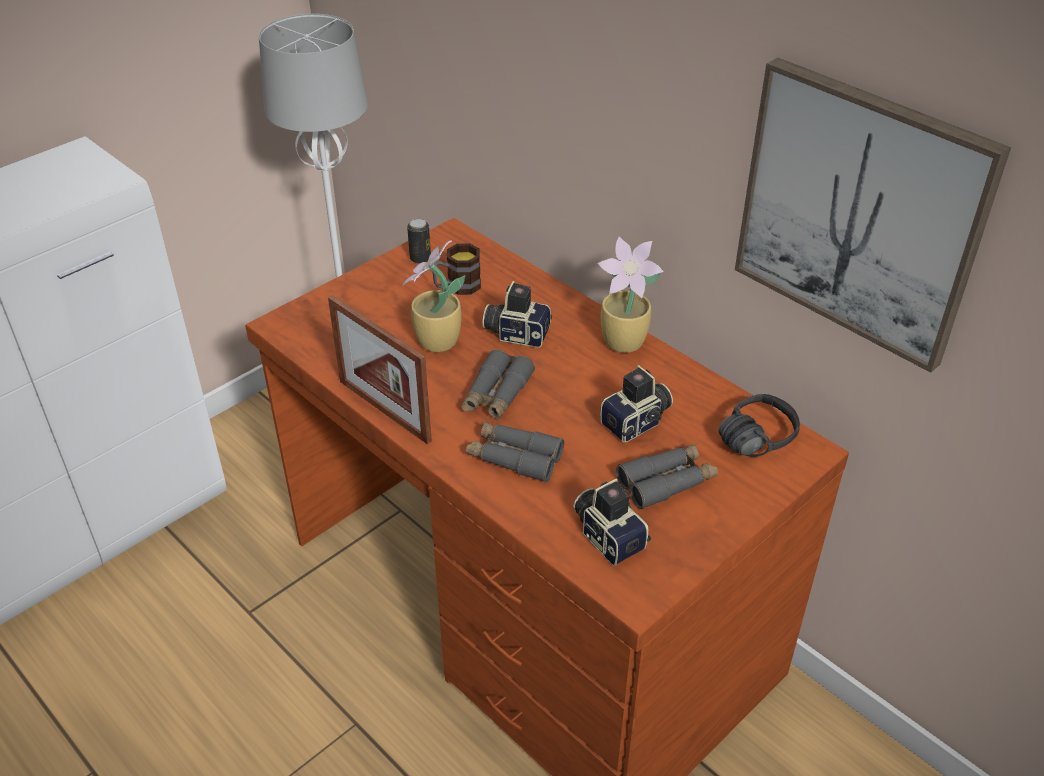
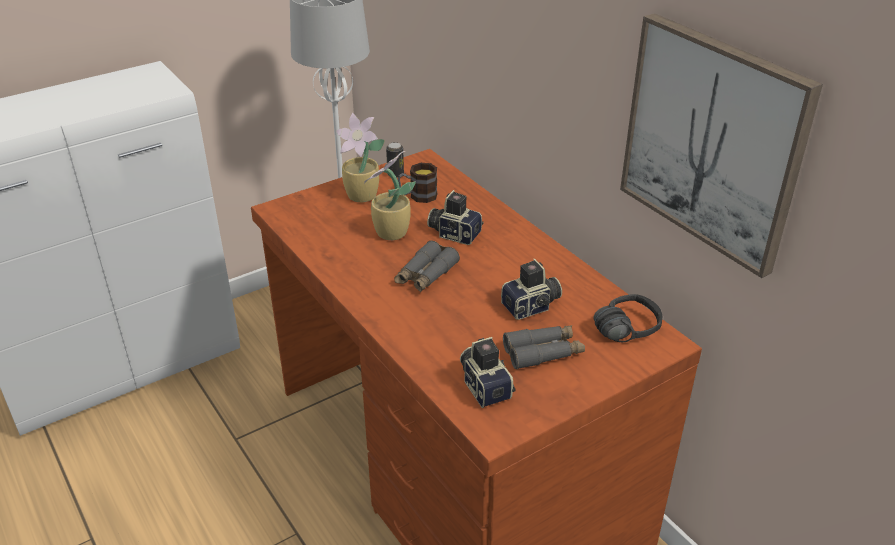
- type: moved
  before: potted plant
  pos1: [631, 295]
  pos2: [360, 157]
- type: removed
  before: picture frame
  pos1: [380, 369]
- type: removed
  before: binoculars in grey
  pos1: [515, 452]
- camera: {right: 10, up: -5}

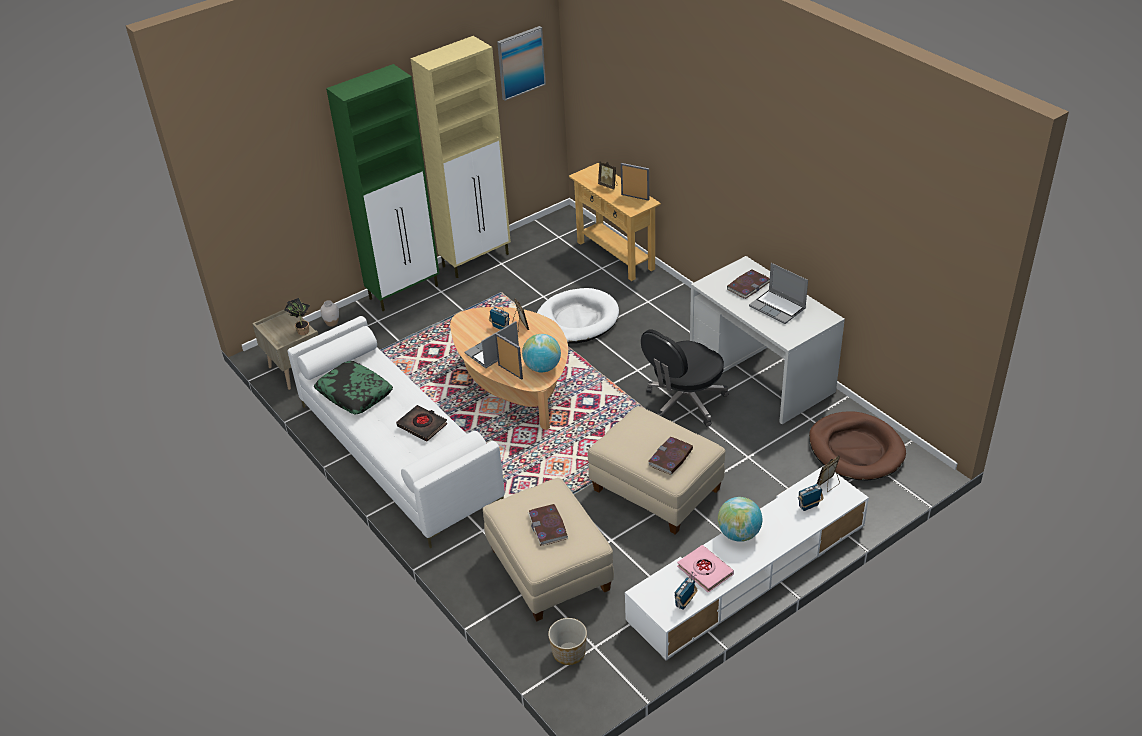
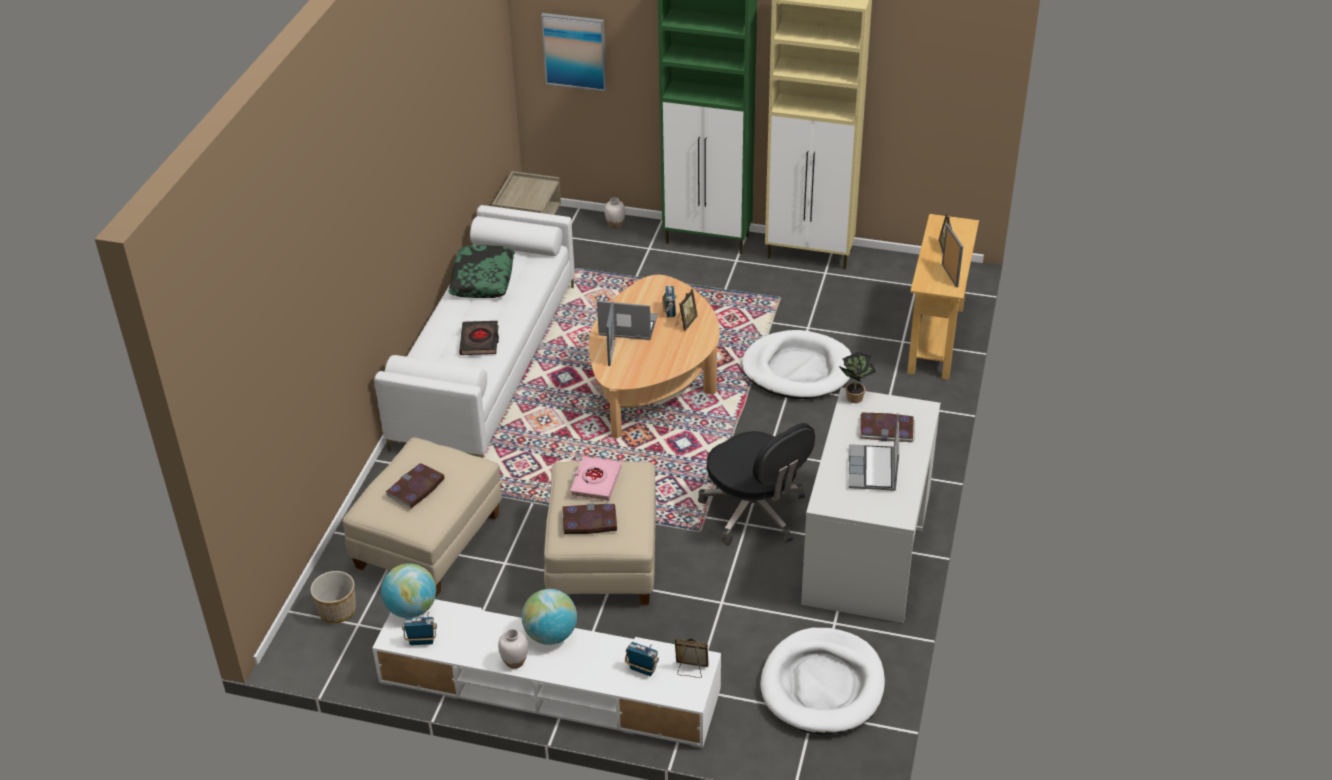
- type: moved
  before: globe
  pos1: [541, 353]
  pos2: [408, 590]
- type: added
  after: vase in white
  pos2: [513, 649]
- type: moved
  before: picture
  pos1: [521, 63]
  pos2: [574, 52]
- type: moved
  before: book in pink
  pos1: [705, 568]
  pos2: [596, 479]
- type: turned
  before: office chair in black
  pos1: [685, 378]
  pos2: [756, 484]
  turn: -135
- type: recoloured
  before: dog bed in brown
  after: dog bed in white
  pos1: [857, 445]
  pos2: [822, 681]
- type: moved
  before: potted plant
  pos1: [297, 316]
  pos2: [857, 377]
- camera: {right: 50, up: 0}

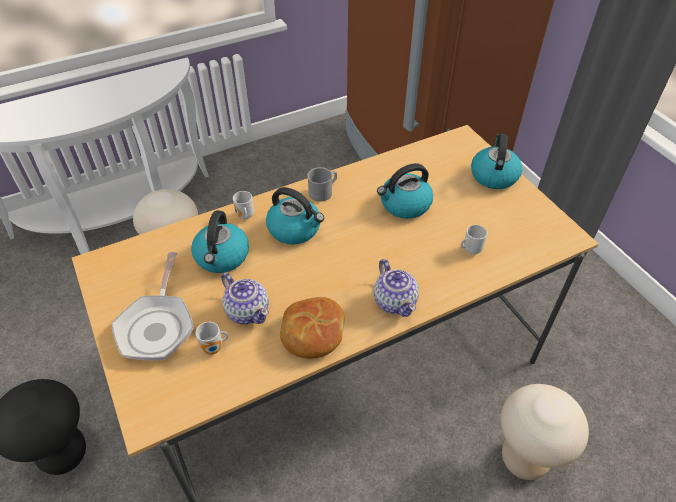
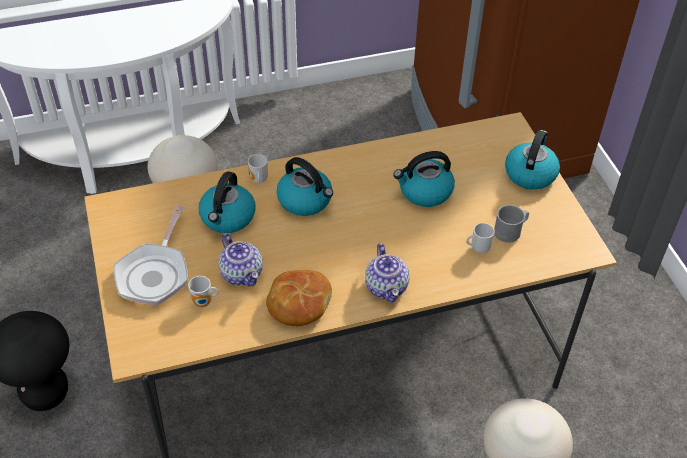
- type: moved
  before: mug in grey
  pos1: [322, 184]
  pos2: [511, 224]
- camera: {right: 10, up: 0}

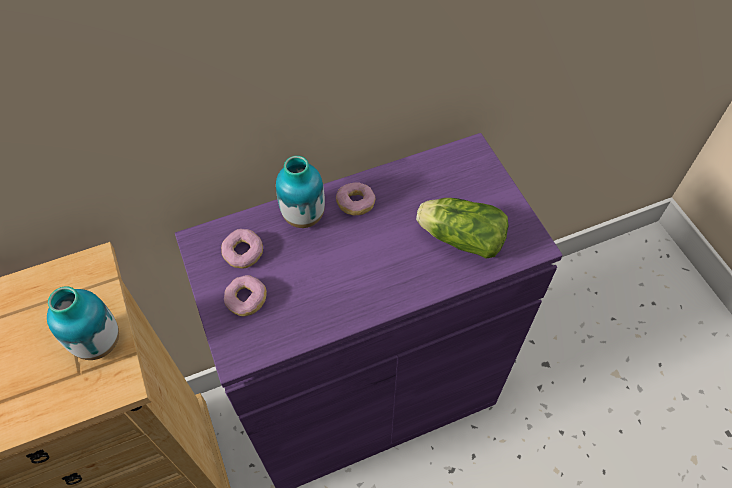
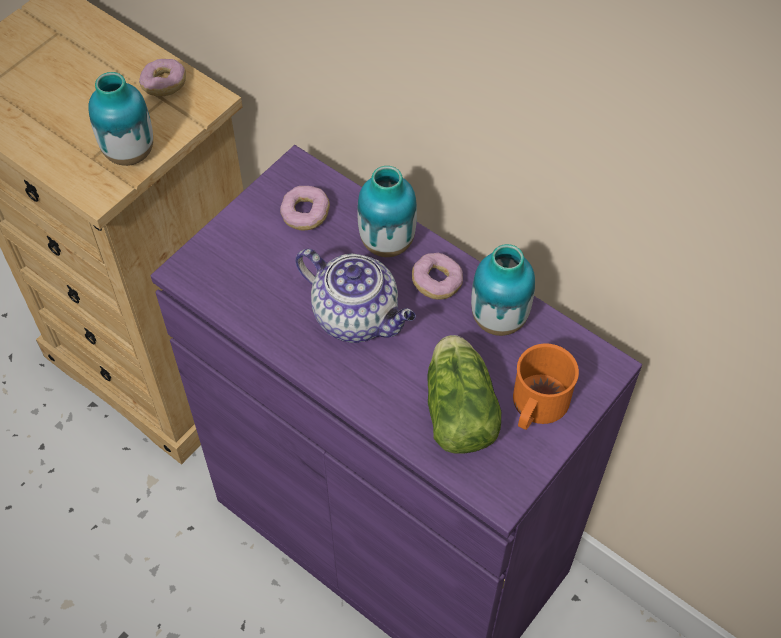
- type: moved
  before: donut
  pos1: [245, 295]
  pos2: [162, 77]
- type: added
  after: teapot
  pos2: [355, 296]
- type: added
  after: vase
  pos2: [503, 290]
- type: added
  after: mug in orange
  pos2: [546, 386]
- camera: {right: 60, up: 0}

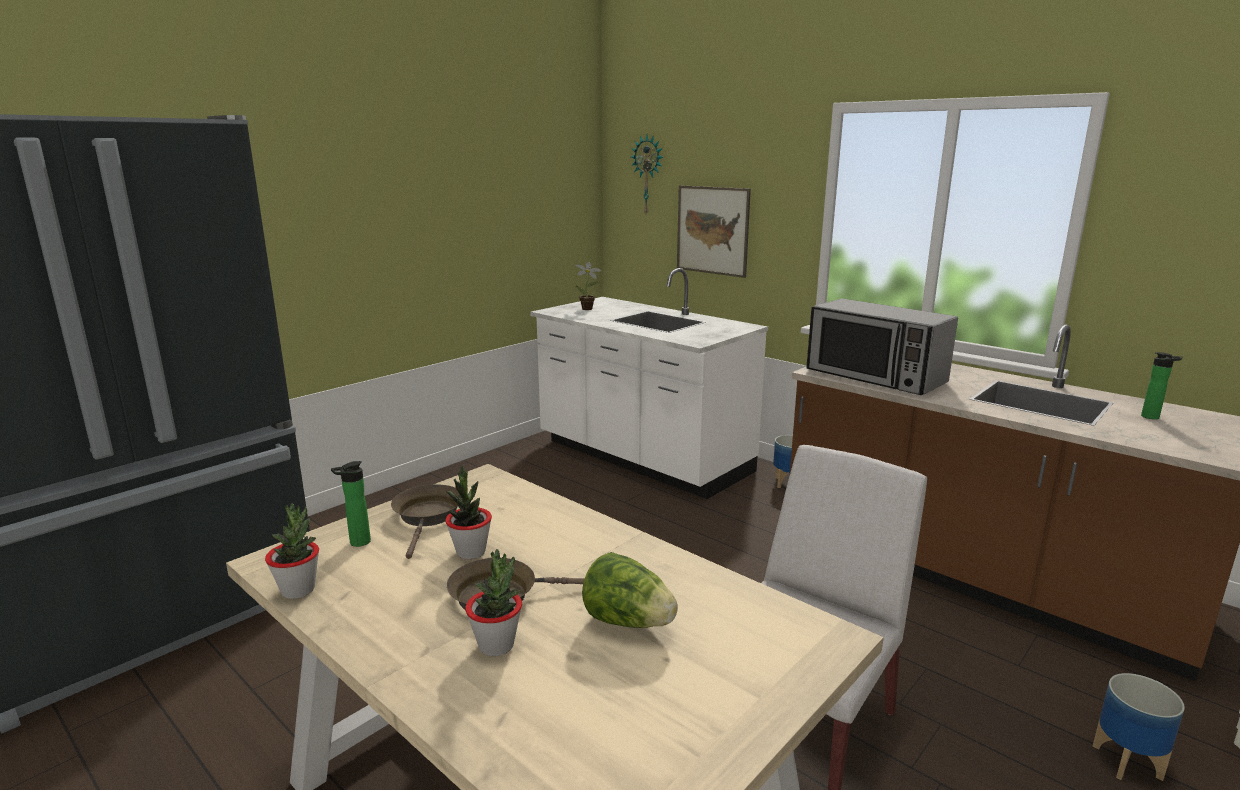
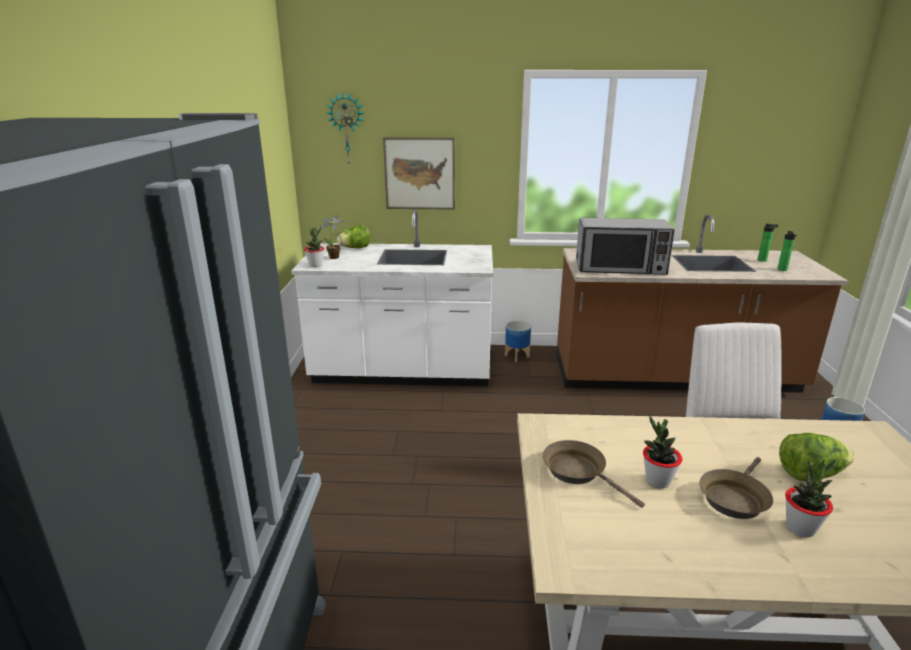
- type: moved
  before: potted plant
  pos1: [292, 551]
  pos2: [314, 247]
- type: added
  after: lettuce
  pos2: [354, 236]
- type: moved
  before: bottle
  pos1: [351, 504]
  pos2: [787, 251]
- camera: {right: -40, up: 5}

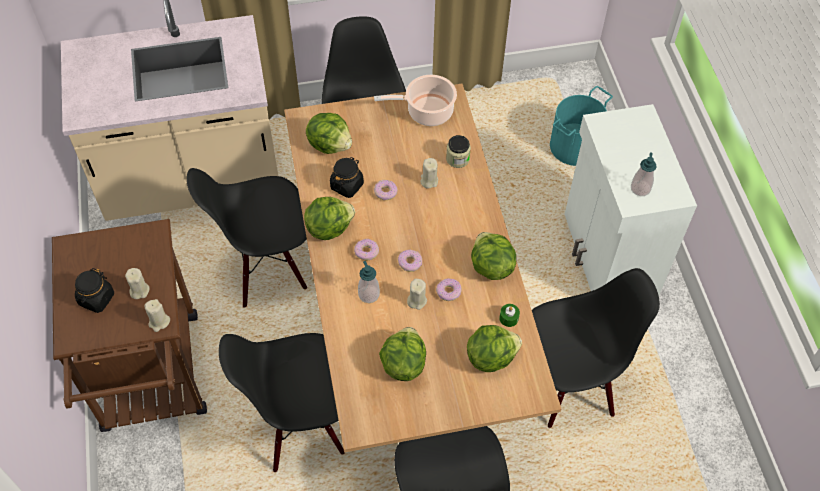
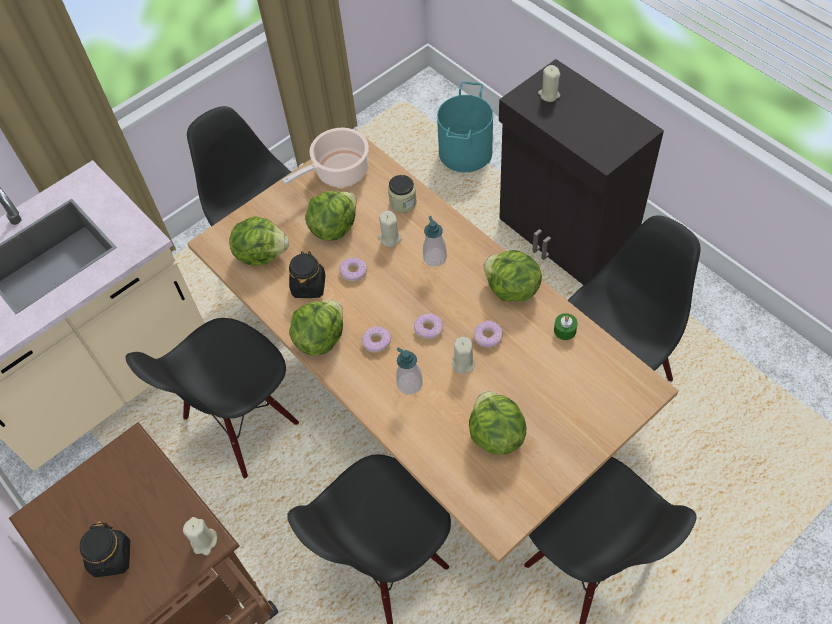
- type: moved
  before: lettuce
  pos1: [494, 348]
  pos2: [330, 216]
- type: moved
  before: soap dispenser
  pos1: [644, 174]
  pos2: [435, 241]
- type: recoloured
  before: cabinet in white
  after: cabinet in black
  pos1: [630, 199]
  pos2: [581, 172]
- type: moved
  before: candle in beige
  pos1: [137, 283]
  pos2: [549, 83]
- camera: {right: -25, up: 0}

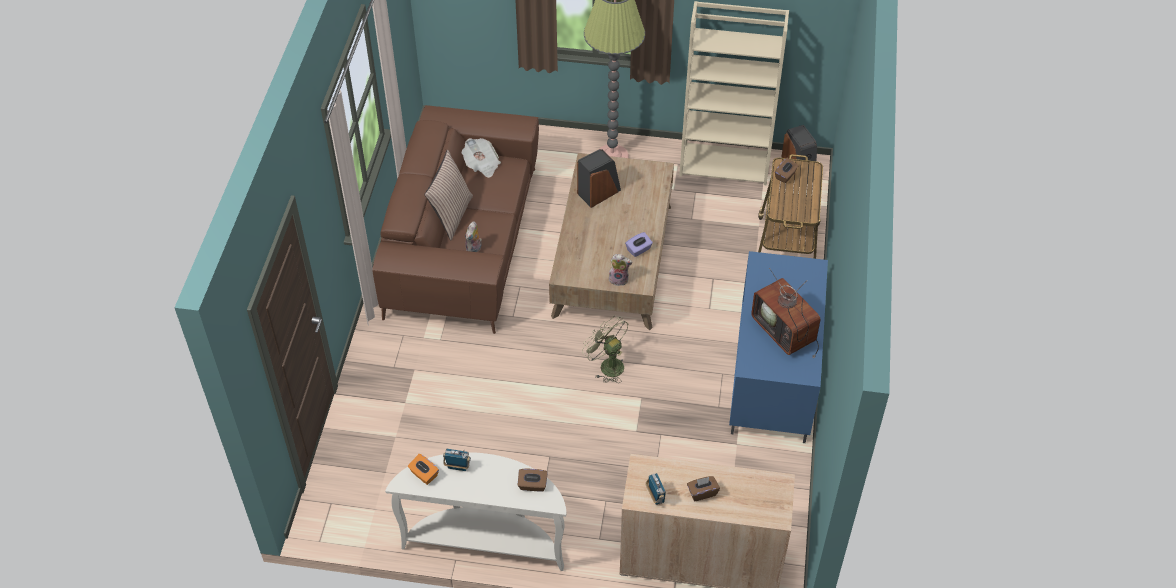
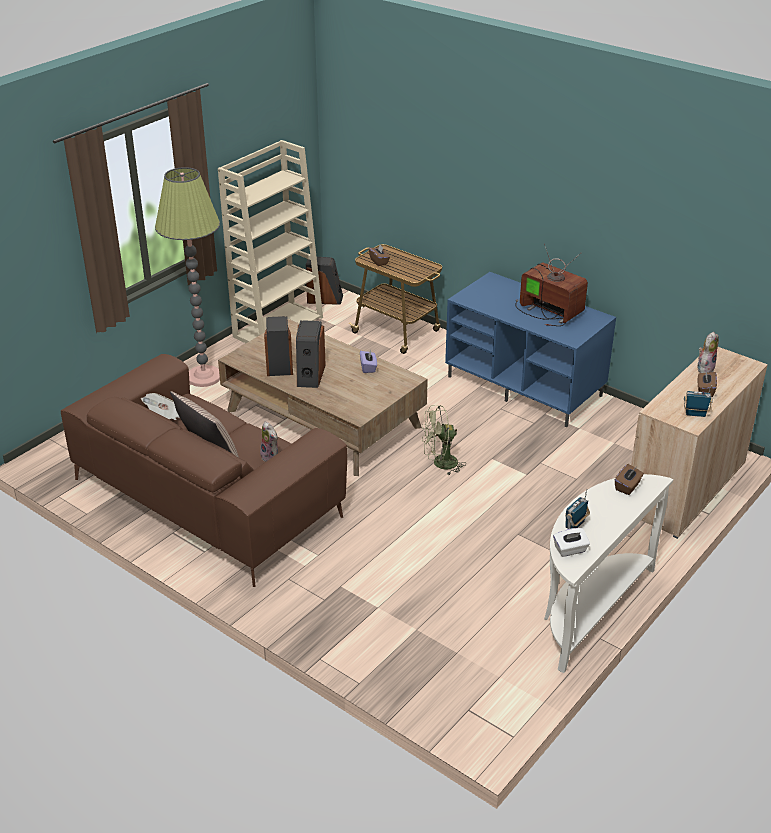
- type: added
  after: speaker
  pos2: [311, 354]
- type: turned
  before: television
  pos1: [785, 313]
  pos2: [551, 285]
  turn: -135
- type: recoloured
  before: tissue box in orange
  after: tissue box in white
  pos1: [423, 469]
  pos2: [571, 542]
- type: moved
  before: plush toy
  pos1: [621, 270]
  pos2: [708, 352]
- camera: {right: -60, up: -15}

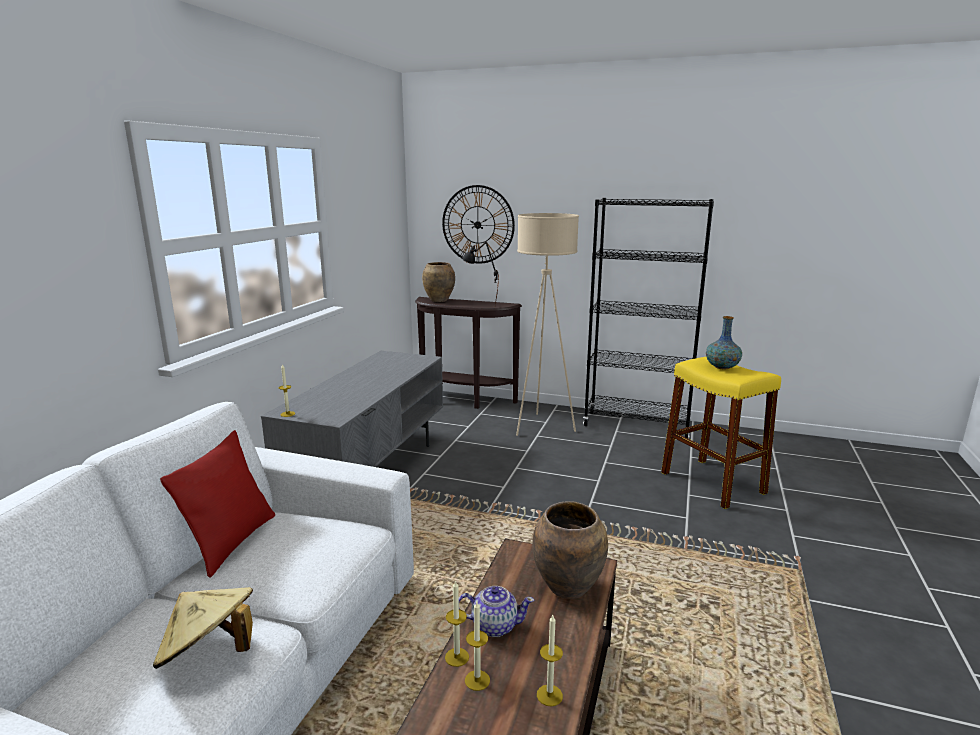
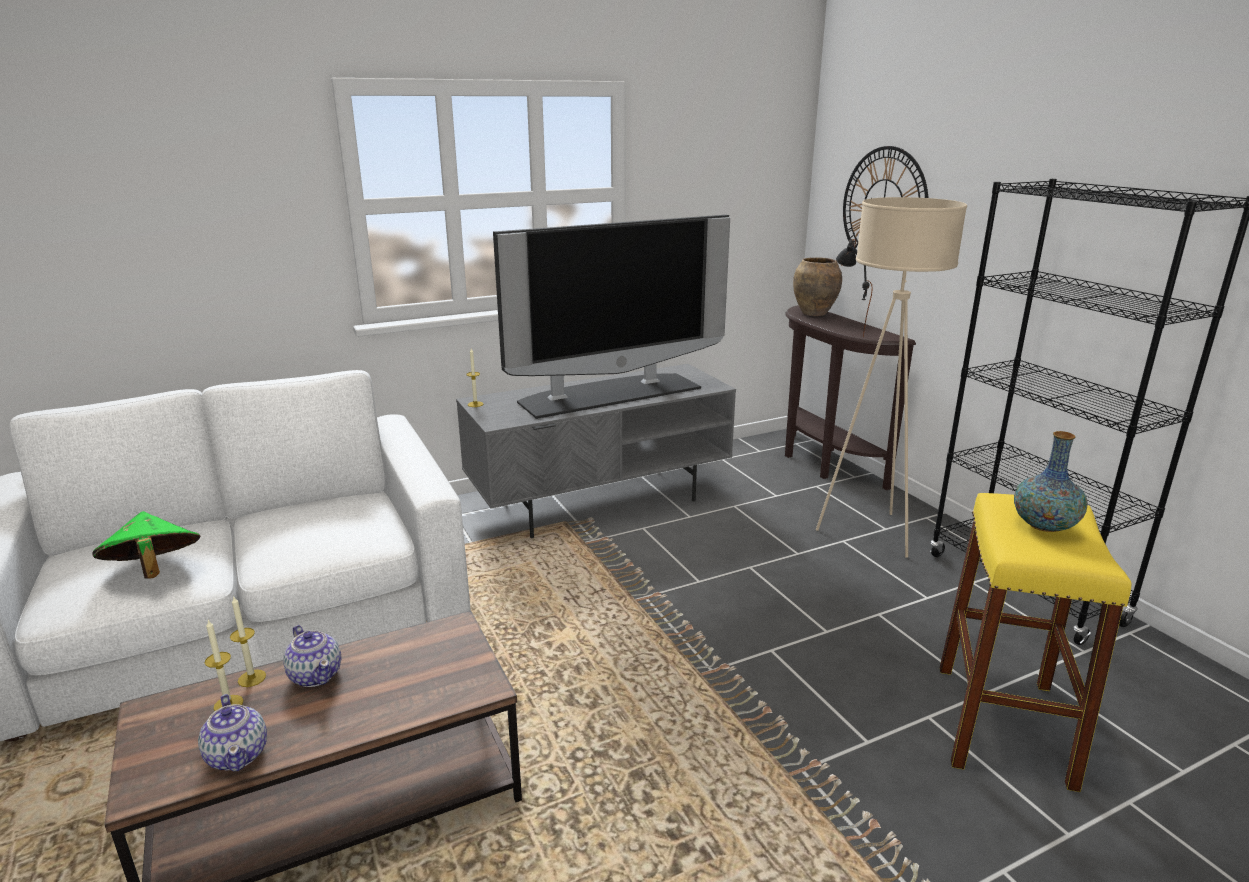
- type: recoloured
  before: hat in beige
  after: hat in green
  pos1: [203, 628]
  pos2: [146, 545]
- type: replaced
  before: candle
  after: teapot
  pos1: [550, 660]
  pos2: [232, 732]
- type: added
  after: television
  pos2: [611, 317]
- type: removed
  before: pillow in red
  pos1: [217, 504]
- type: removed
  before: vase in brown
  pos1: [570, 550]
- camera: {right: 45, up: 5}

